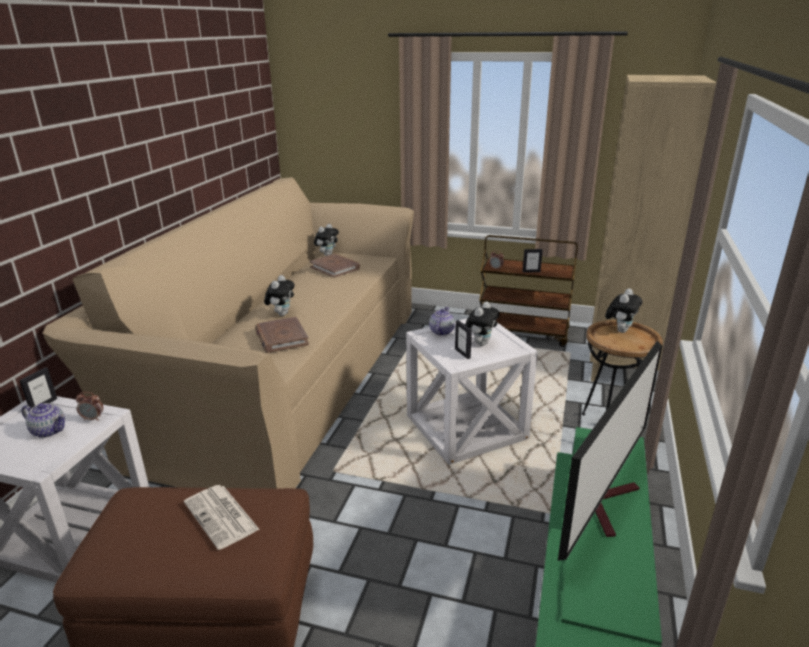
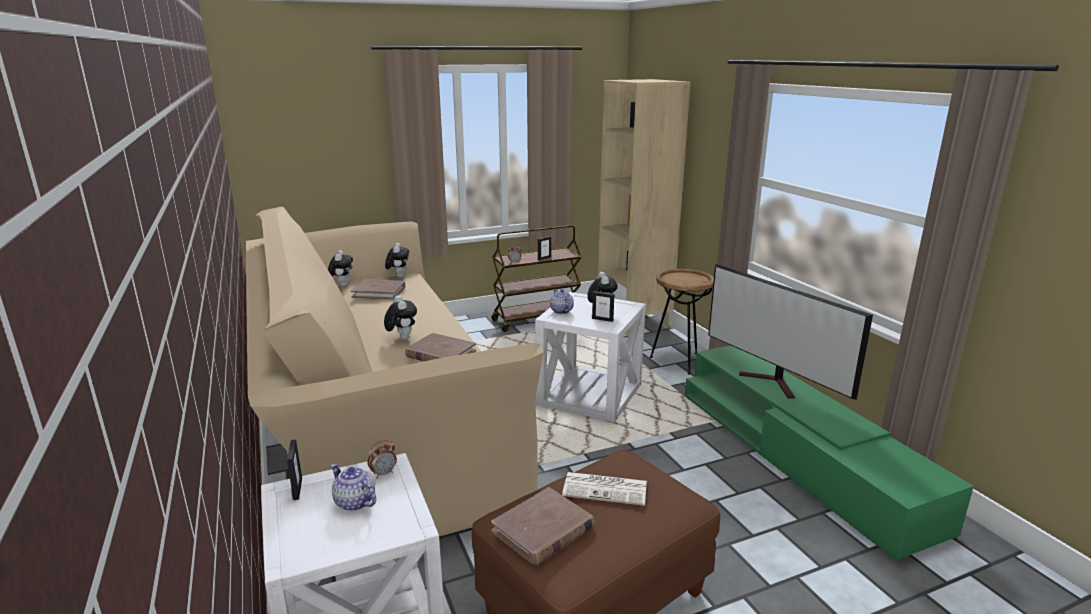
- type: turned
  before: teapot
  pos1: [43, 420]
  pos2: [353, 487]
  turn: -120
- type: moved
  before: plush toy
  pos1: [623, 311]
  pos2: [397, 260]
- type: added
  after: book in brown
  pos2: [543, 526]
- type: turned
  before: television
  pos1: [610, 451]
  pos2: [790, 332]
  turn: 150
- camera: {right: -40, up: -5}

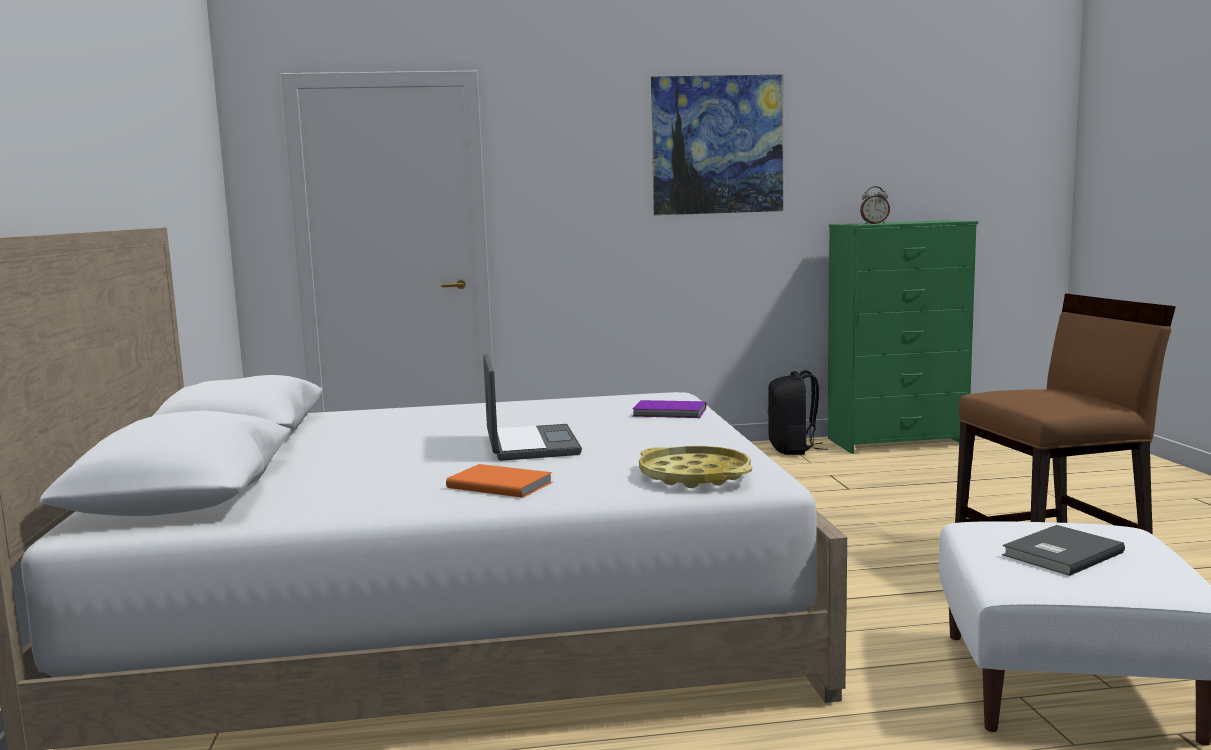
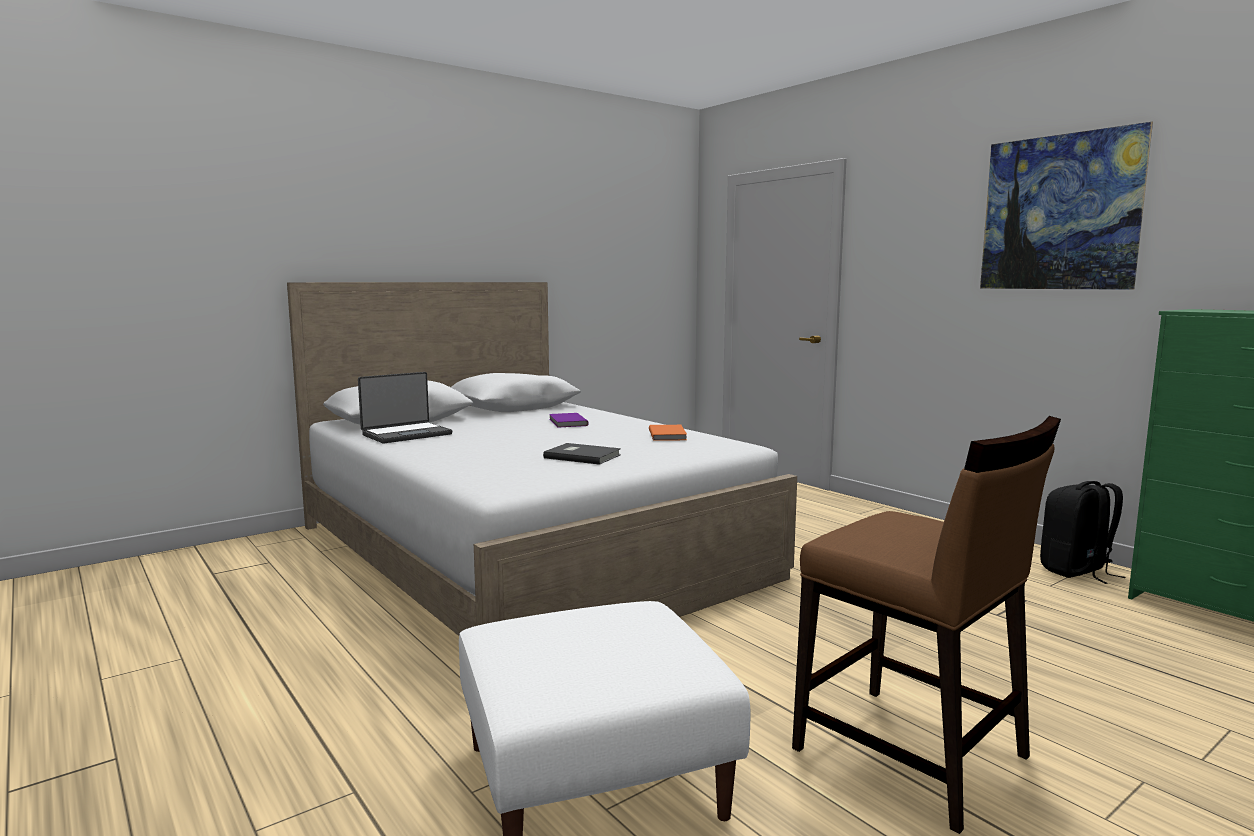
- type: moved
  before: laptop
  pos1: [532, 407]
  pos2: [405, 407]
- type: moved
  before: book in grey
  pos1: [1063, 550]
  pos2: [582, 454]
- type: moved
  before: book in purple
  pos1: [669, 409]
  pos2: [569, 420]
- type: moved
  before: book in orange
  pos1: [499, 481]
  pos2: [668, 433]
- type: removed
  before: tray in yellow
  pos1: [695, 467]
- type: removed
  before: alarm clock
  pos1: [875, 205]
- camera: {right: 60, up: 0}

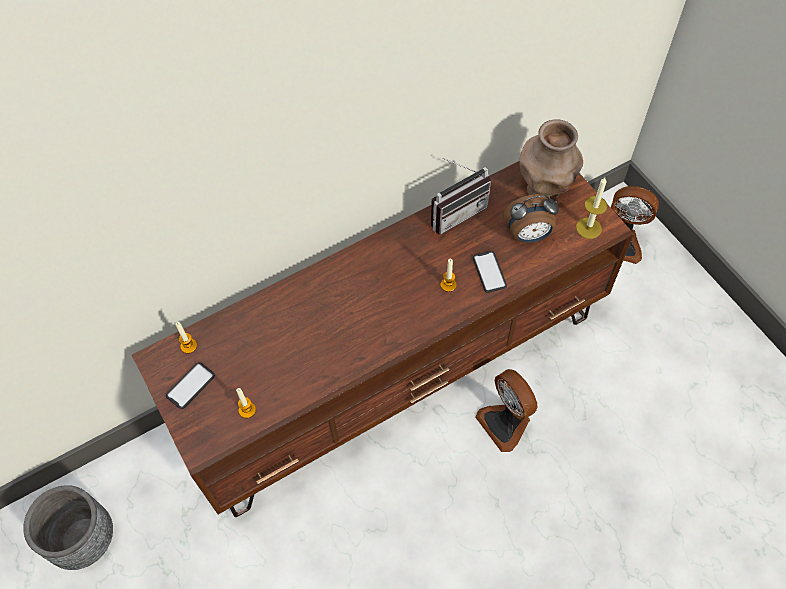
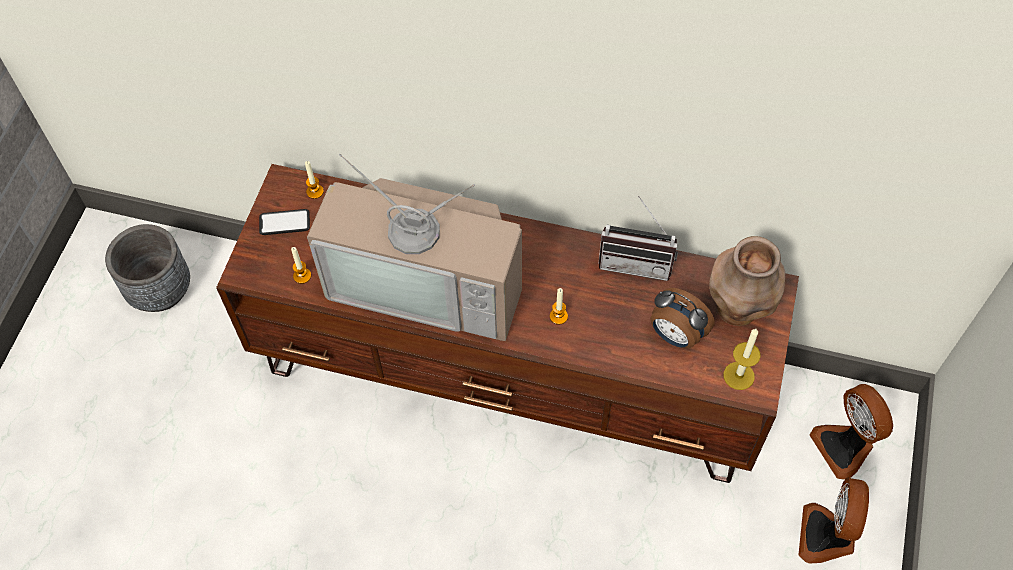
- type: added
  after: television
  pos2: [414, 247]
- type: moved
  before: fan
  pos1: [506, 410]
  pos2: [833, 520]
- type: removed
  before: phone
  pos1: [490, 272]
- camera: {right: 45, up: 0}

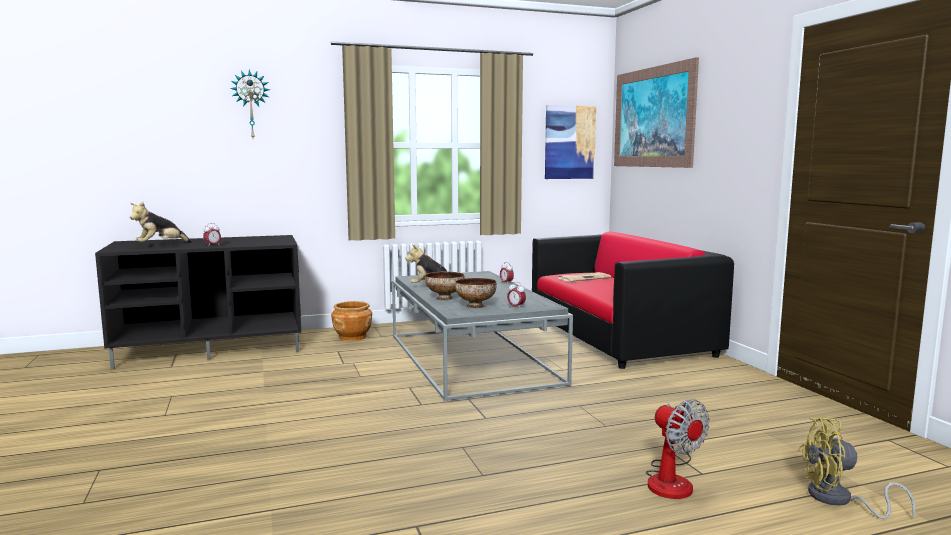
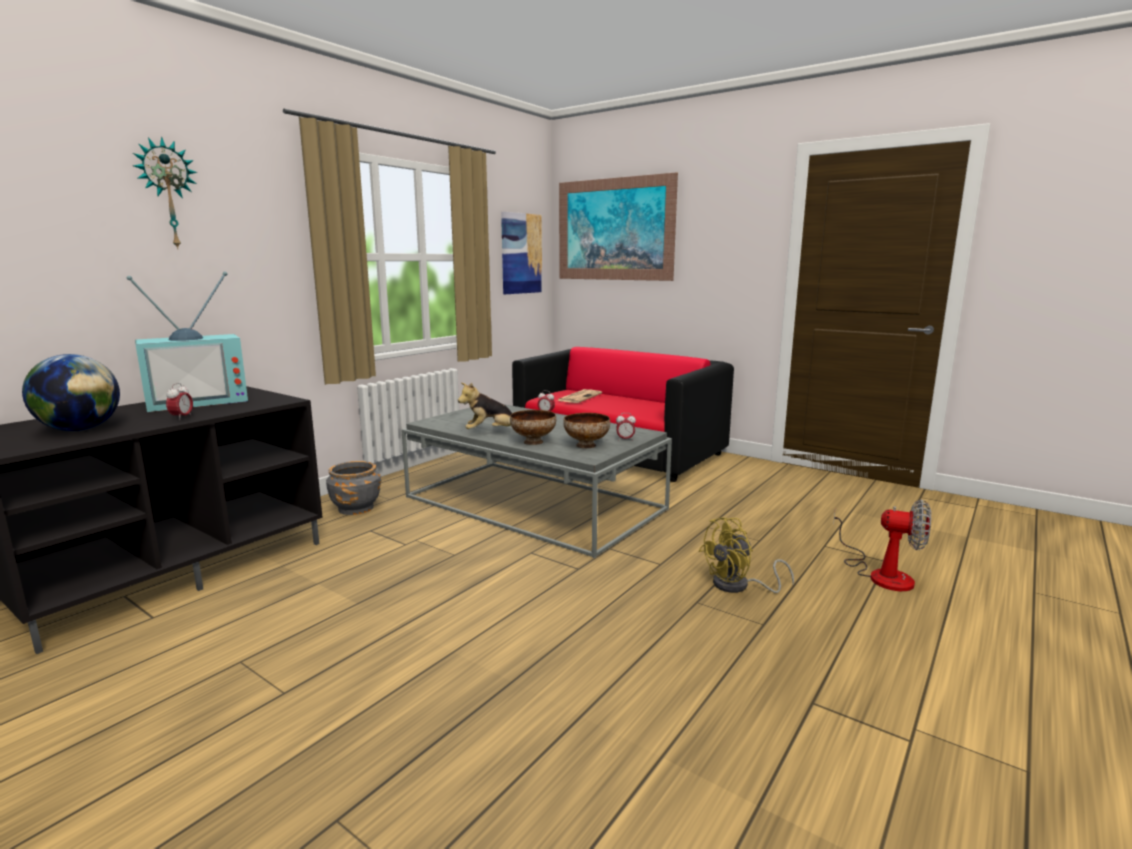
- type: replaced
  before: plush toy
  after: globe
  pos1: [161, 222]
  pos2: [71, 392]
- type: added
  after: television
  pos2: [187, 342]
- type: recoloured
  before: planter in brown
  after: planter in grey
  pos1: [351, 321]
  pos2: [354, 488]
- type: moved
  before: fan in yellow
  pos1: [857, 468]
  pos2: [746, 555]
- camera: {right: -35, up: 5}

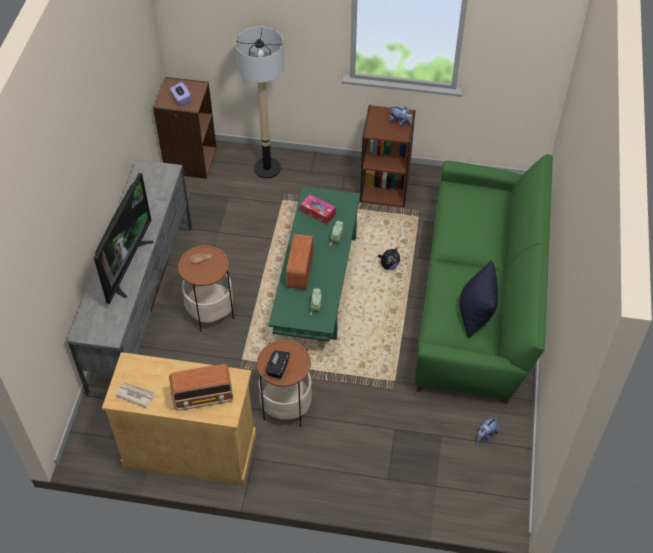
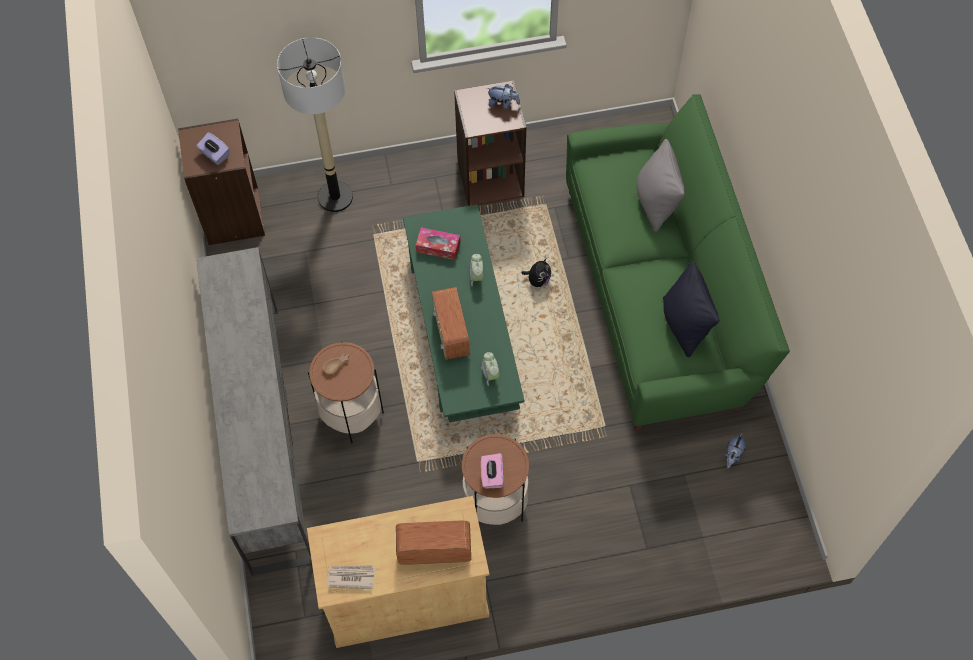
- type: turned
  before: radio
  pos1: [201, 387]
  pos2: [433, 542]
  turn: -150
- type: recoloured
  before: tissue box in black
  after: tissue box in pink
  pos1: [277, 364]
  pos2: [492, 470]
- type: added
  after: pillow in grey
  pos2: [660, 185]
- type: removed
  before: television
  pos1: [123, 238]
- camera: {right: -20, up: 10}

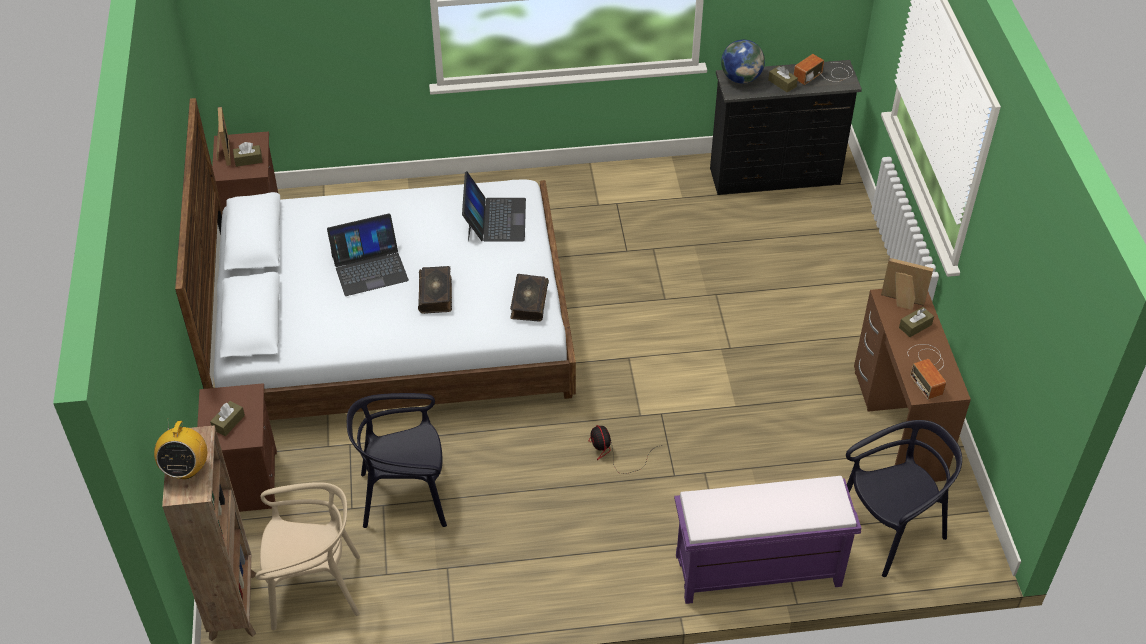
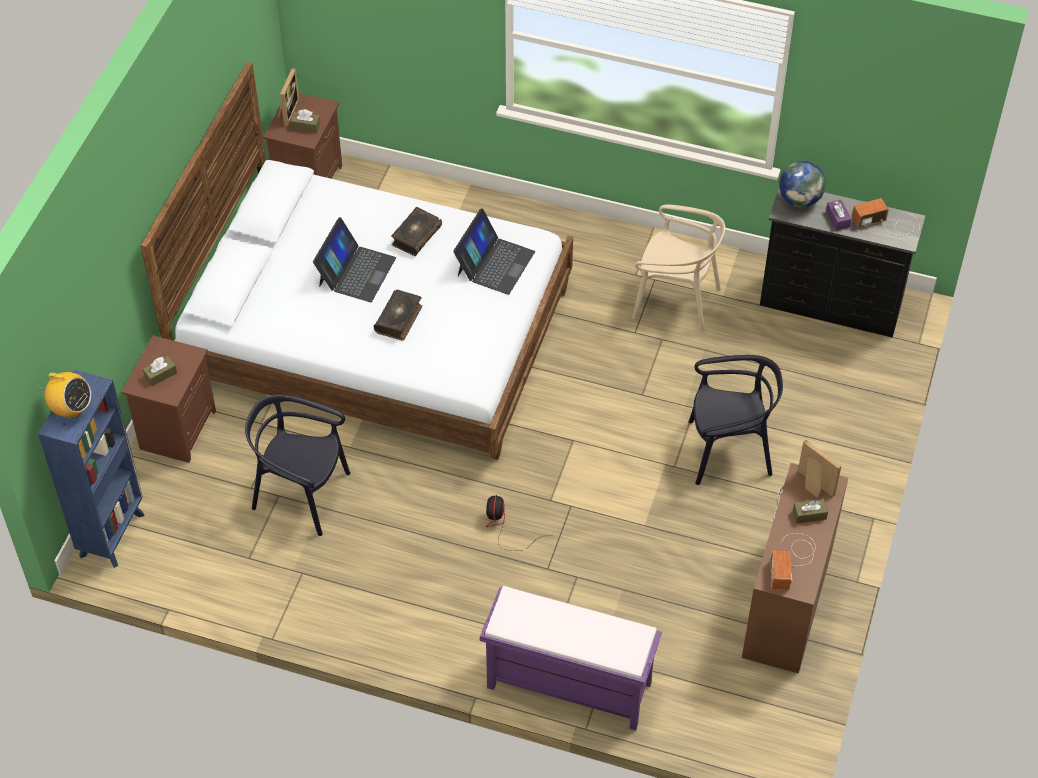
- type: turned
  before: radio
  pos1: [180, 448]
  pos2: [64, 395]
  turn: -90
- type: recoloured
  before: bookcase in brown
  after: bookcase in blue
  pos1: [209, 533]
  pos2: [91, 469]
- type: turned
  before: laptop
  pos1: [368, 254]
  pos2: [354, 259]
  turn: -75
- type: moved
  before: book
  pos1: [529, 298]
  pos2: [416, 231]
- type: moved
  before: chair in beige
  pos1: [307, 556]
  pos2: [678, 268]
- type: moved
  before: chair in black
  pos1: [904, 498]
  pos2: [736, 420]
- type: recoloured
  before: tissue box in brown
  after: tissue box in purple
  pos1: [783, 79]
  pos2: [839, 215]
- camera: {right: 25, up: 5}

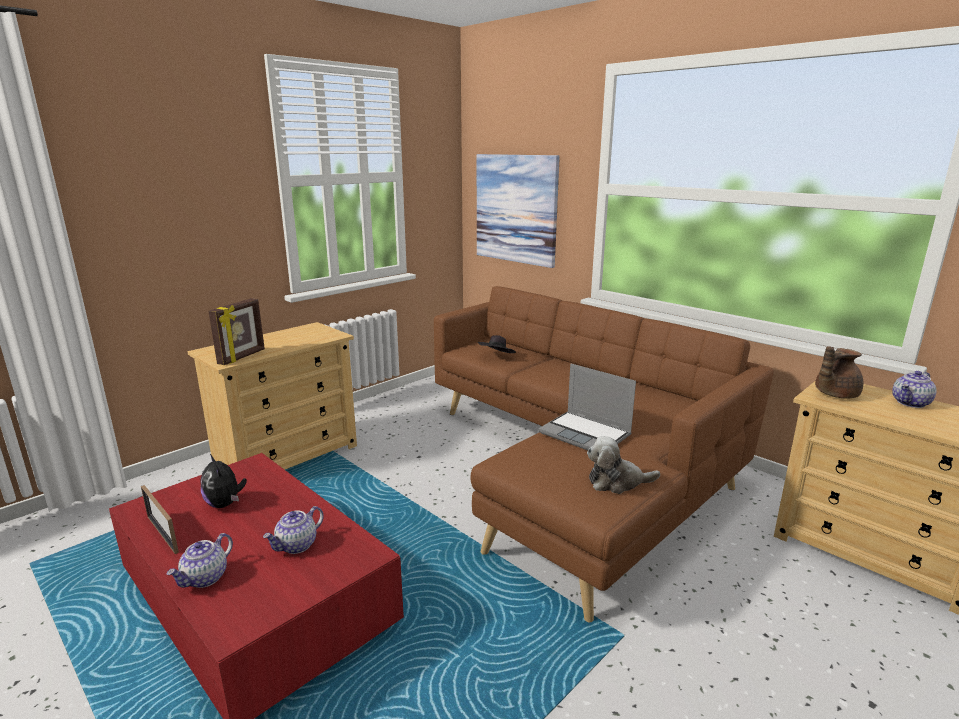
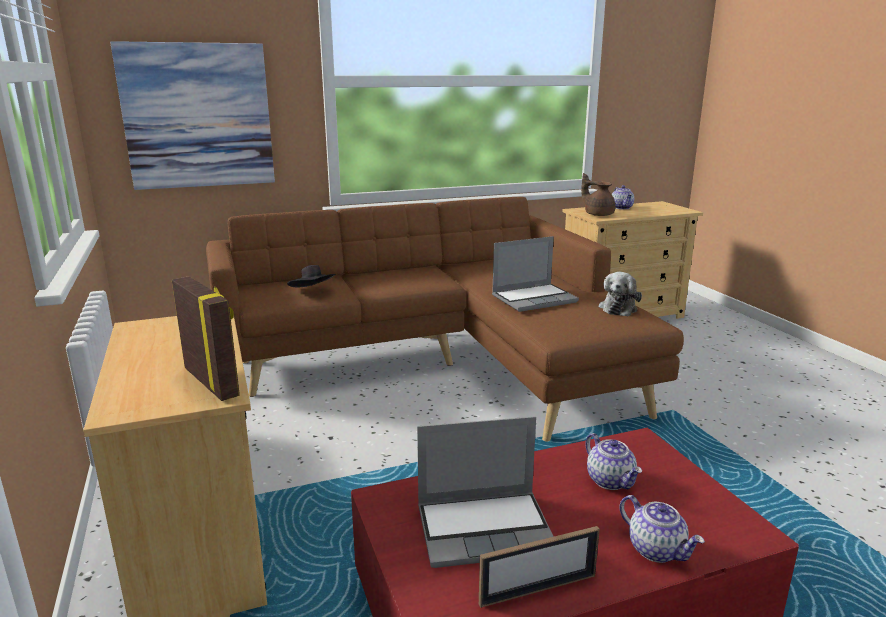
- type: replaced
  before: plush toy
  after: laptop
  pos1: [224, 481]
  pos2: [485, 492]
- type: turned
  before: teapot in brown
  pos1: [839, 372]
  pos2: [598, 194]
  turn: 135
- camera: {right: -65, up: 0}

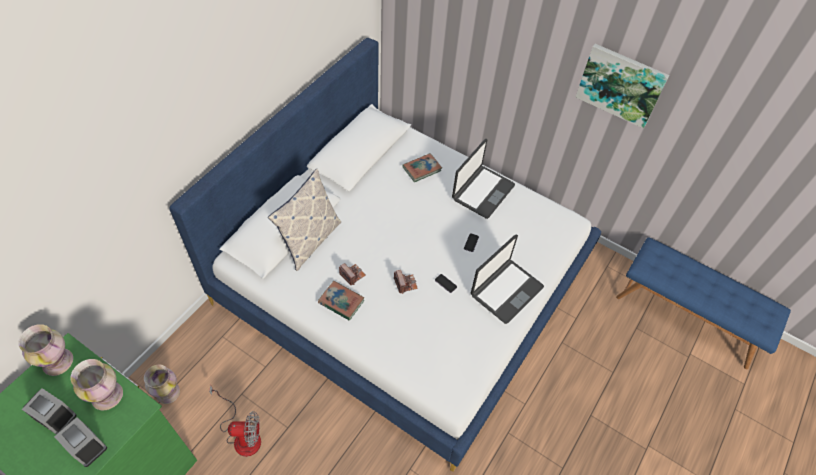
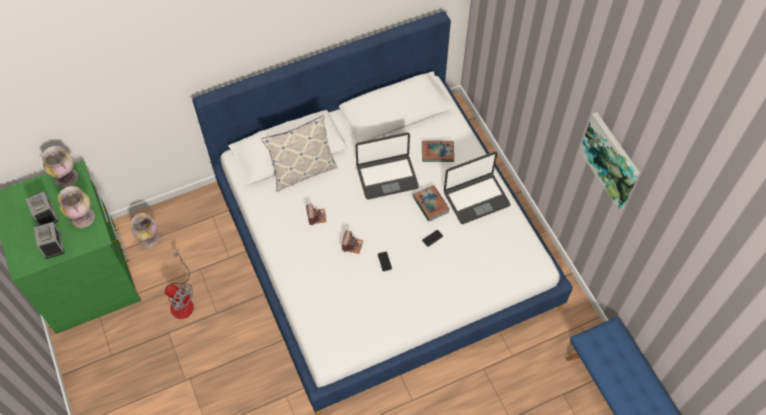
- type: moved
  before: laptop
  pos1: [507, 279]
  pos2: [387, 165]
- type: moved
  before: book
  pos1: [341, 300]
  pos2: [431, 203]
- camera: {right: 35, up: 5}

